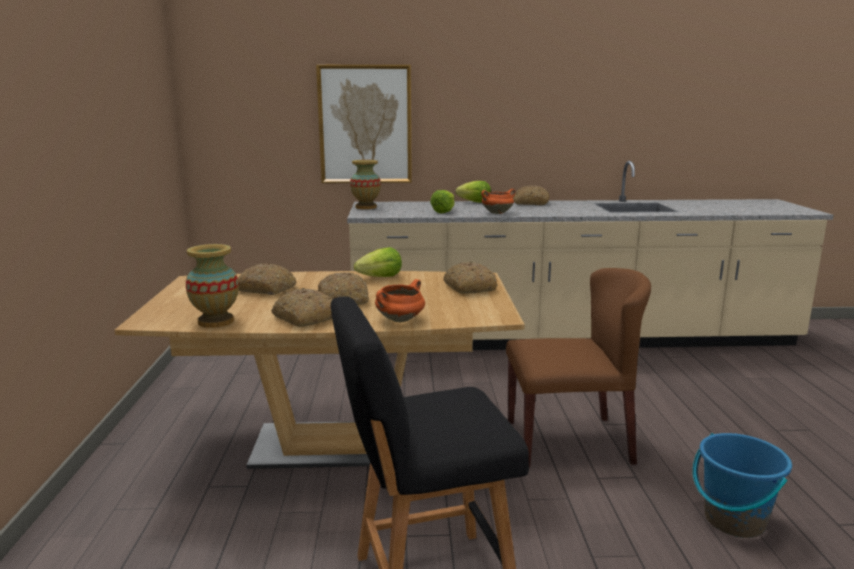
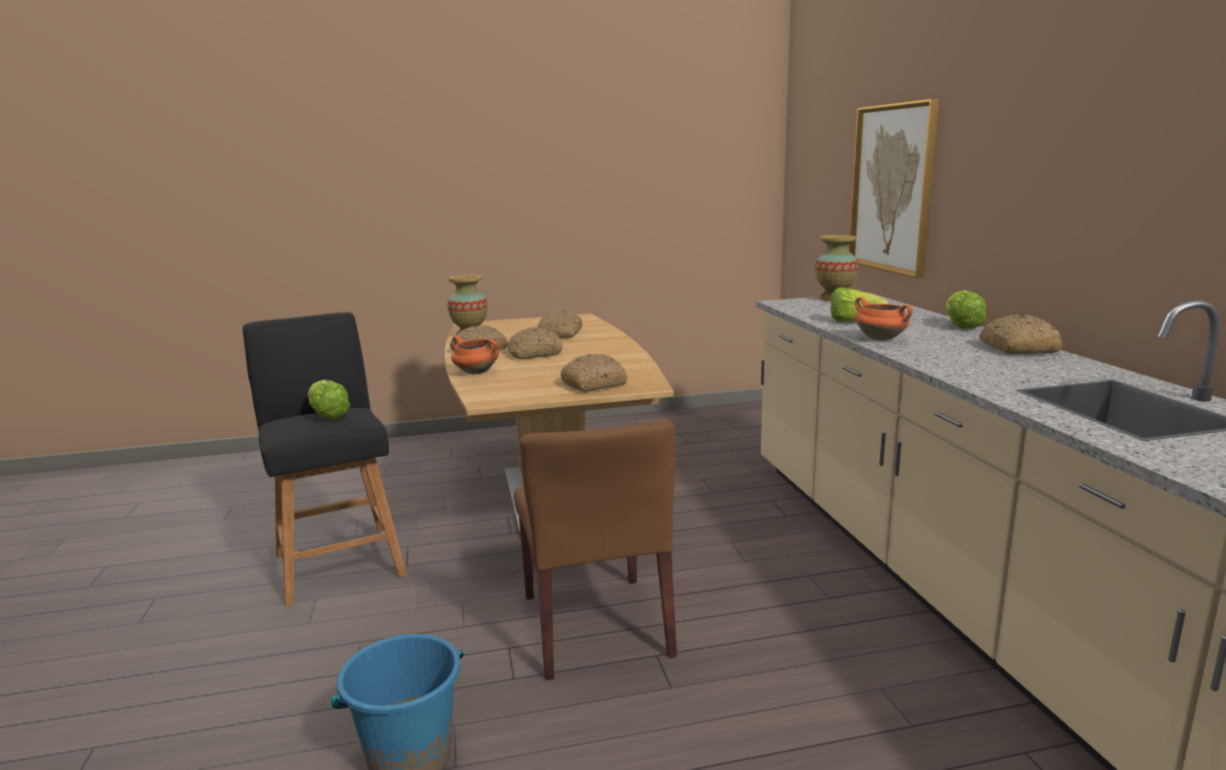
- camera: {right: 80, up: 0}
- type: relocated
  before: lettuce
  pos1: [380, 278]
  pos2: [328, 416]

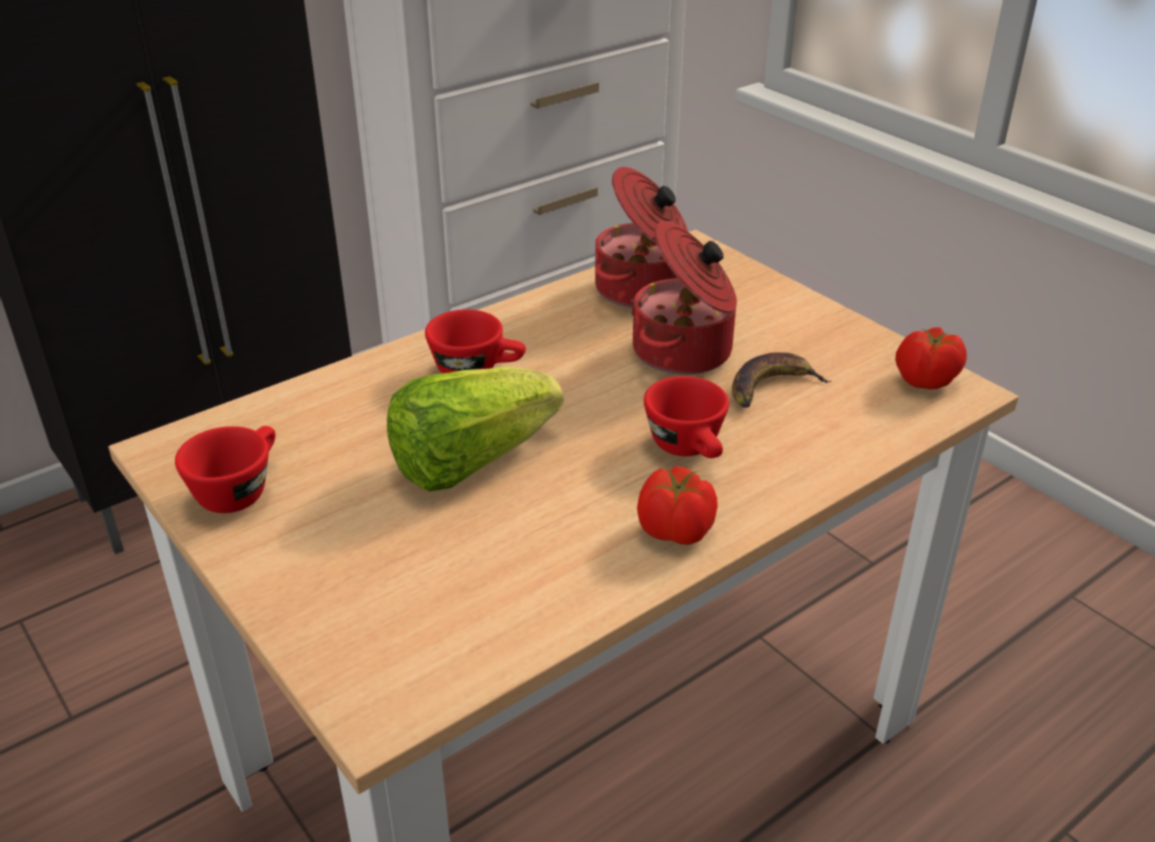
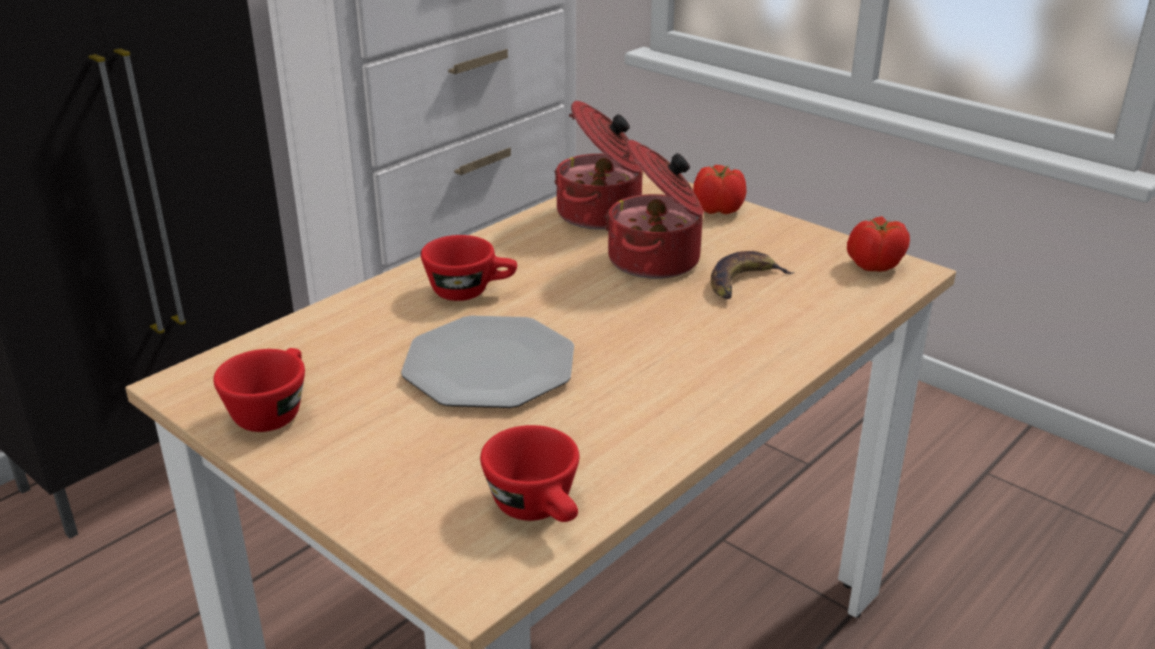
- camera: {right: -10, up: -5}
- type: exchanged
  before: lettuce
  after: plate
  pos1: [470, 461]
  pos2: [489, 366]
- type: relocated
  before: red cup
  pos1: [690, 449]
  pos2: [540, 510]
- type: relocated
  before: tomato
  pos1: [676, 532]
  pos2: [719, 210]

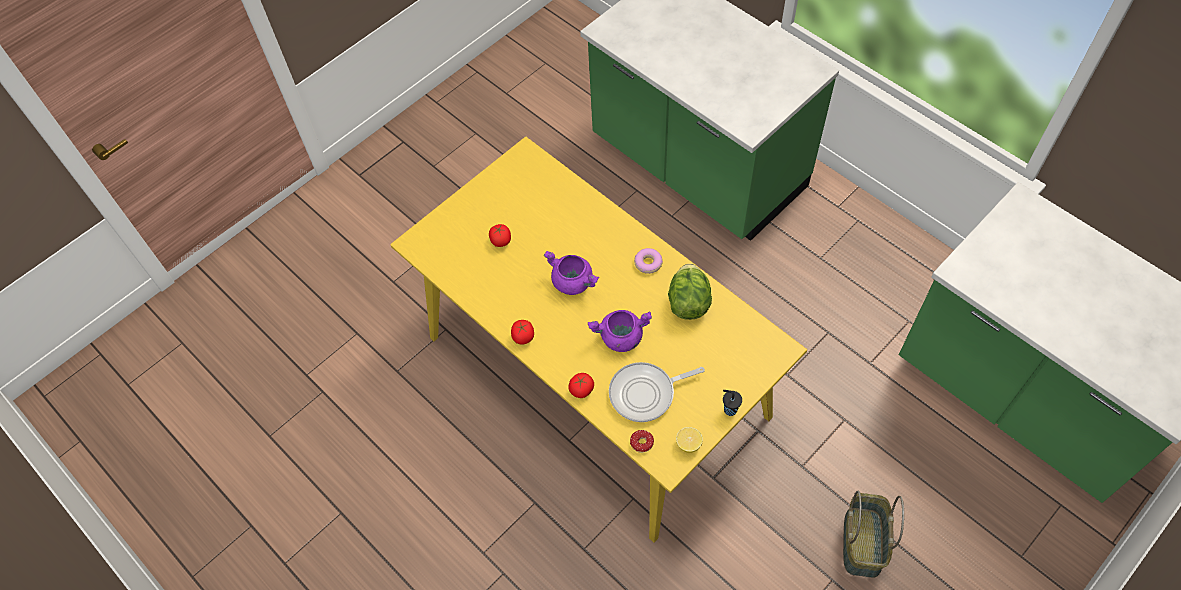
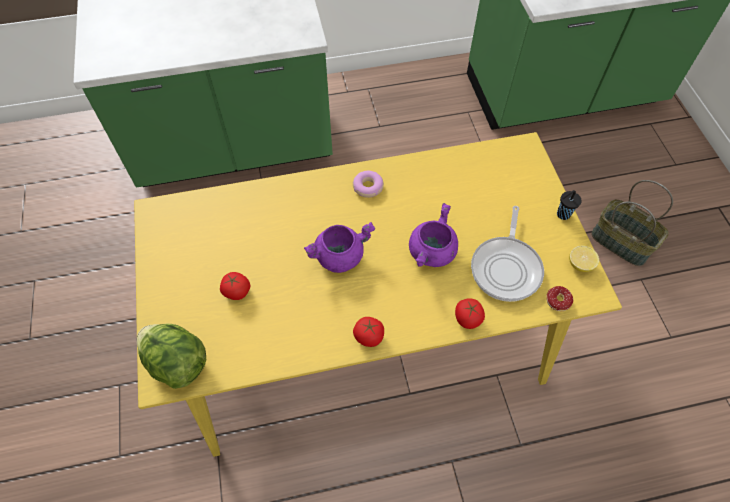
- camera: {right: -60, up: 0}
- type: relocated
  before: lettuce
  pos1: [688, 302]
  pos2: [178, 363]

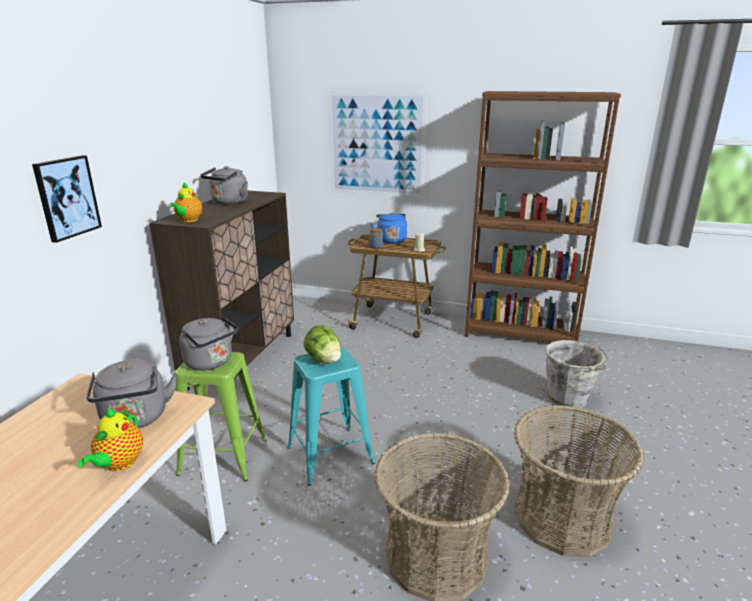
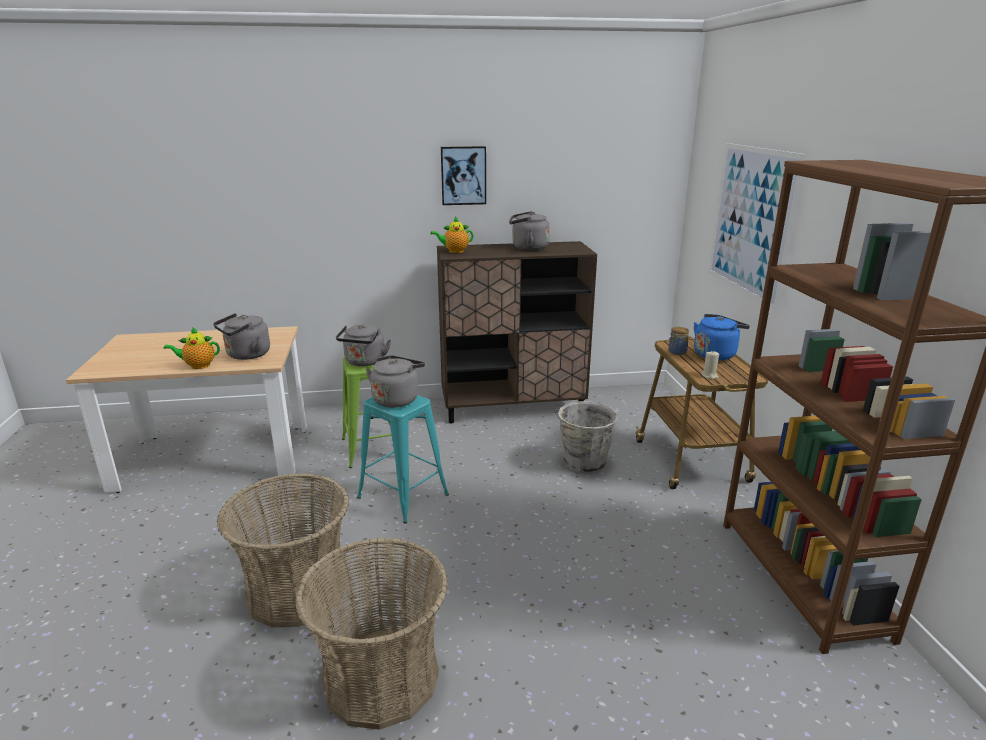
- camera: {right: 65, up: 0}
- type: relocated
  before: picture
  pos1: [67, 197]
  pos2: [463, 175]
- type: exchanged
  before: lettuce
  after: grey kettle
  pos1: [324, 360]
  pos2: [396, 399]
- type: relocated
  before: grey bucket
  pos1: [568, 399]
  pos2: [583, 464]

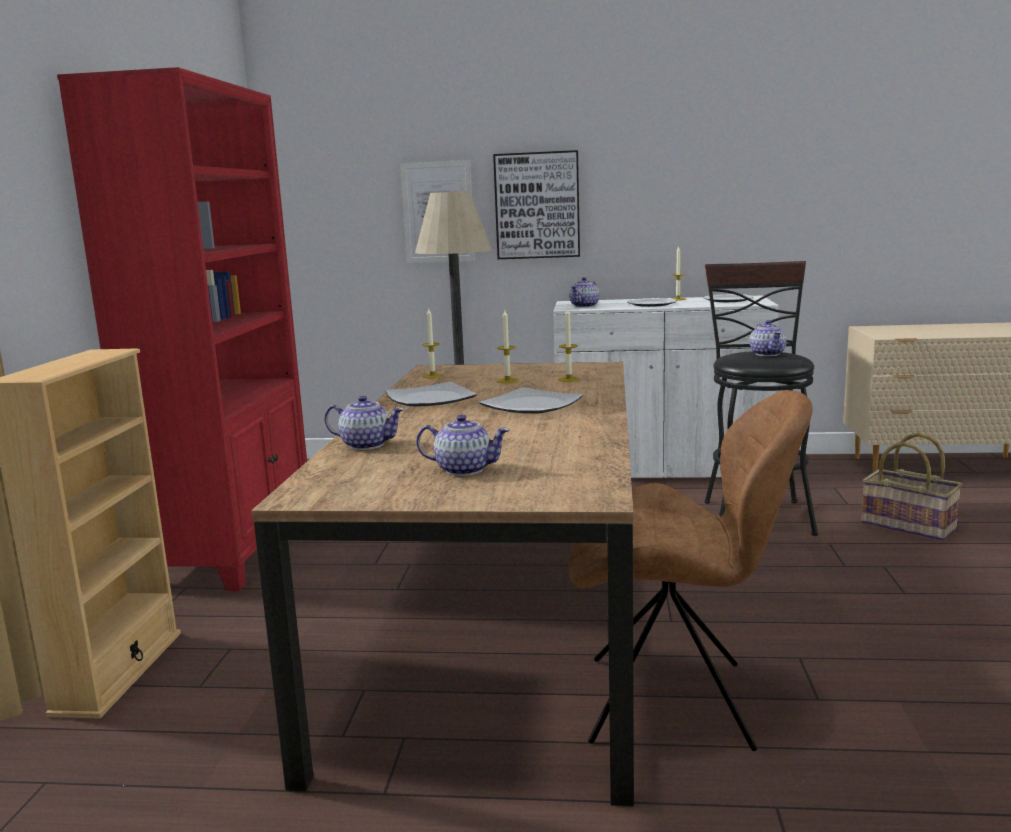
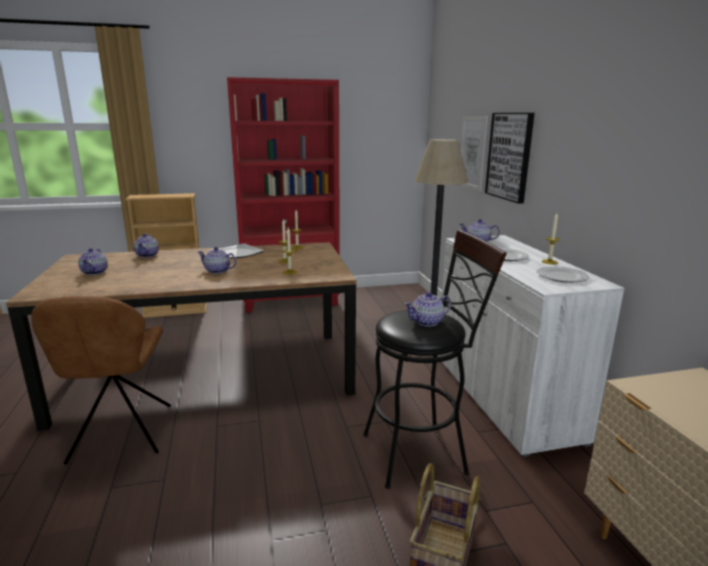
- camera: {right: 70, up: 5}
- type: exchanged
  before: plate
  after: teapot
  pos1: [532, 405]
  pos2: [218, 271]

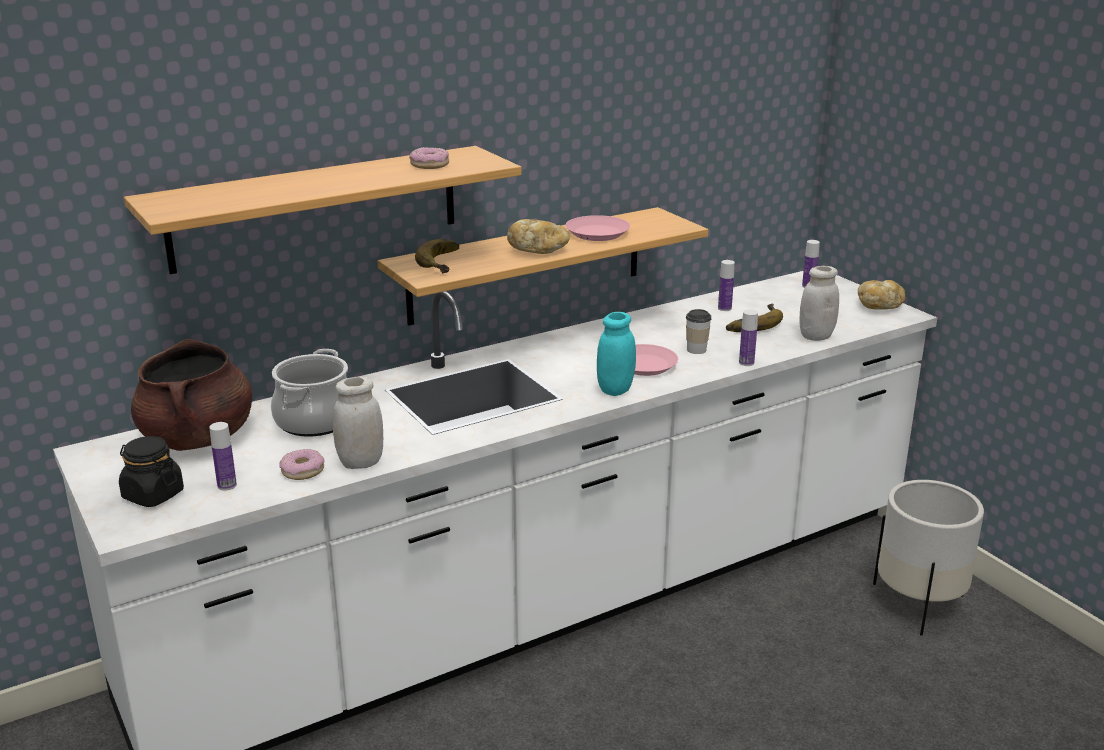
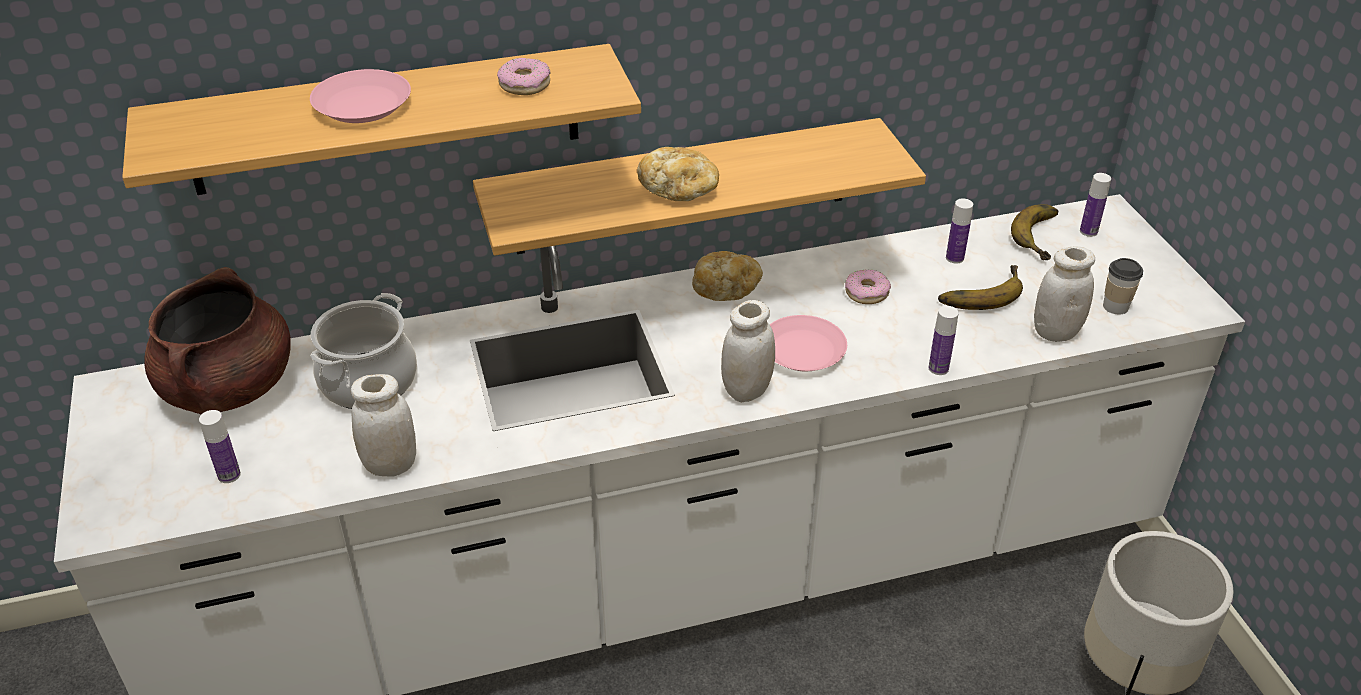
- camera: {right: 15, up: 15}
- type: relocated
  before: pink plate
  pos1: [597, 234]
  pos2: [362, 105]
- type: relocated
  before: banana
  pos1: [447, 262]
  pos2: [1044, 236]
- type: relocated
  before: bread
  pos1: [880, 306]
  pos2: [725, 289]
- type: relocated
  before: cup
  pos1: [696, 350]
  pos2: [1115, 306]
- type: colour
  before: turquoise jar
  after: white jar
  pos1: [615, 390]
  pos2: [747, 390]
- type: missing
  before: black jar
  pos1: [153, 495]
- type: relocated
  before: donut
  pos1: [302, 471]
  pos2: [866, 293]

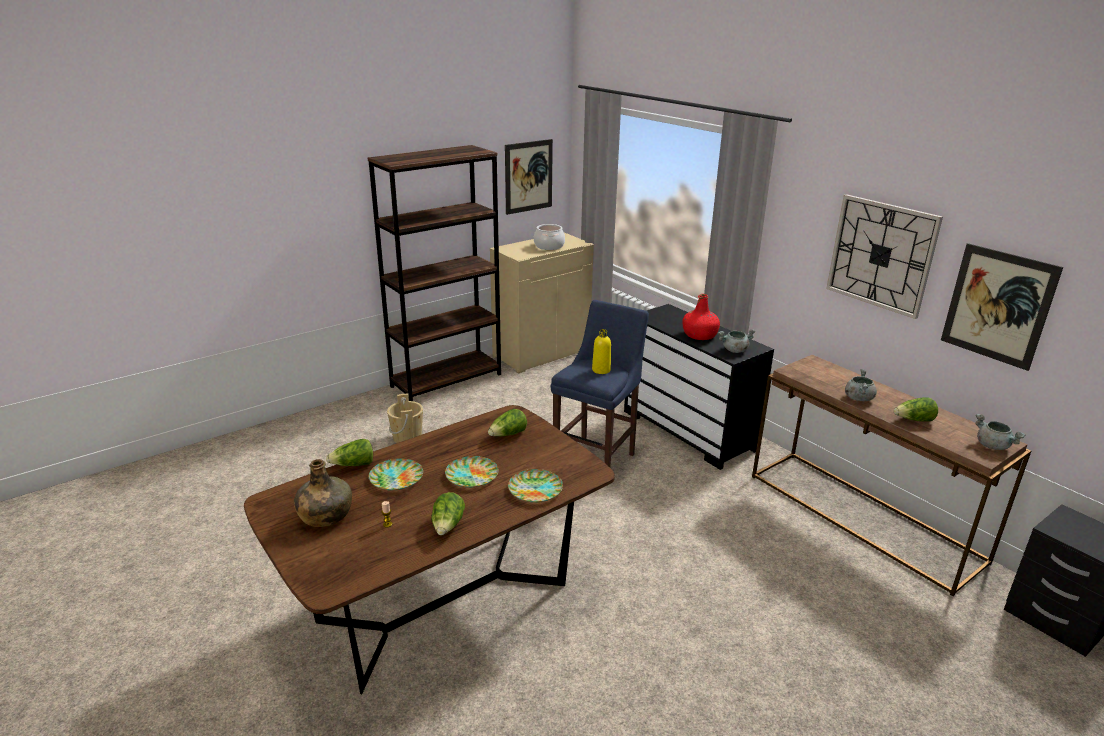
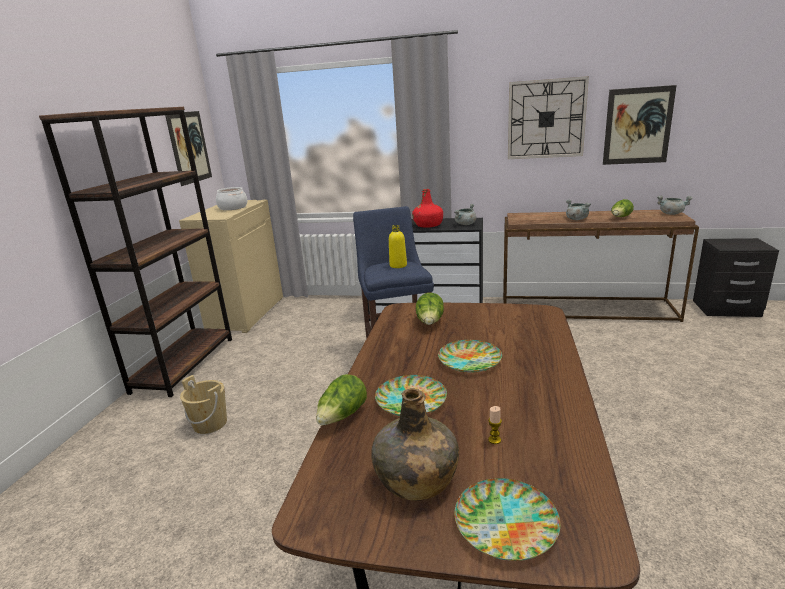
- camera: {right: -40, up: -5}
- type: relocated
  before: plate
  pos1: [535, 489]
  pos2: [505, 523]
- type: missing
  before: lettuce
  pos1: [448, 525]

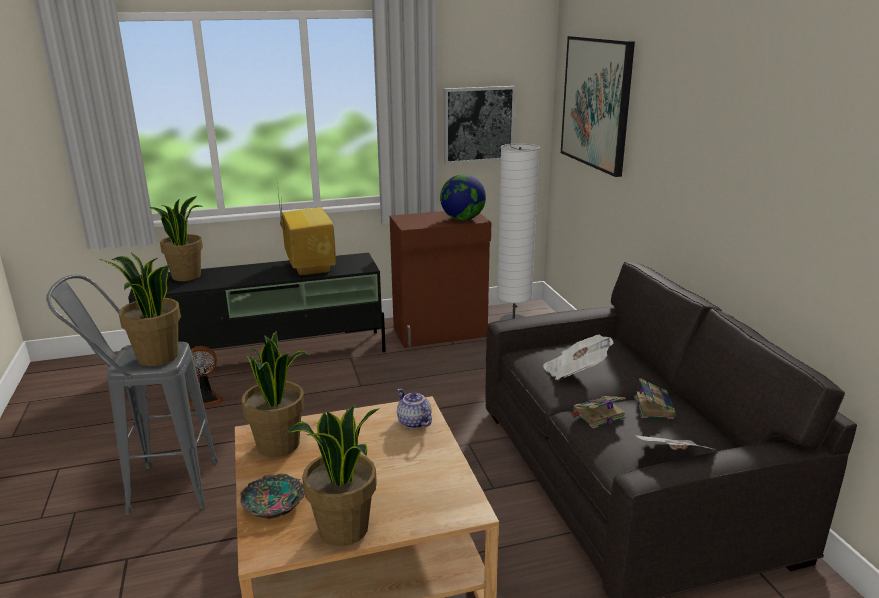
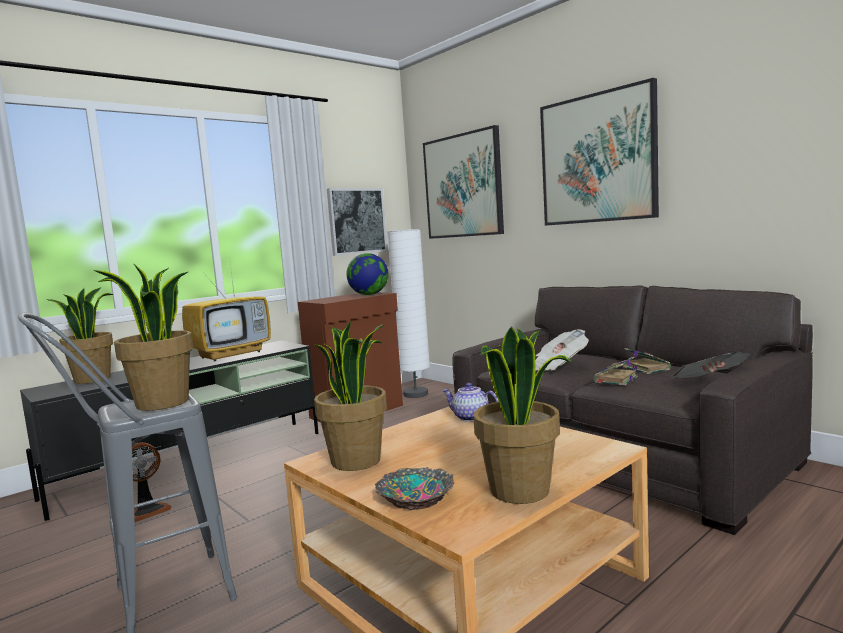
- camera: {right: -25, up: -15}
- type: spun
  before: television
  pos1: [308, 267]
  pos2: [232, 354]
  turn: 90
- type: appeared
  after: picture
  pos2: [597, 159]

